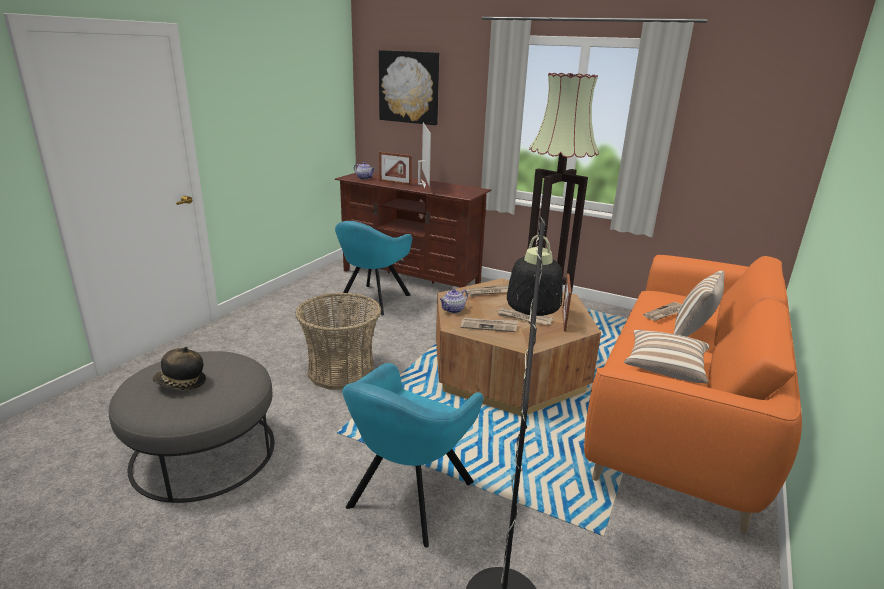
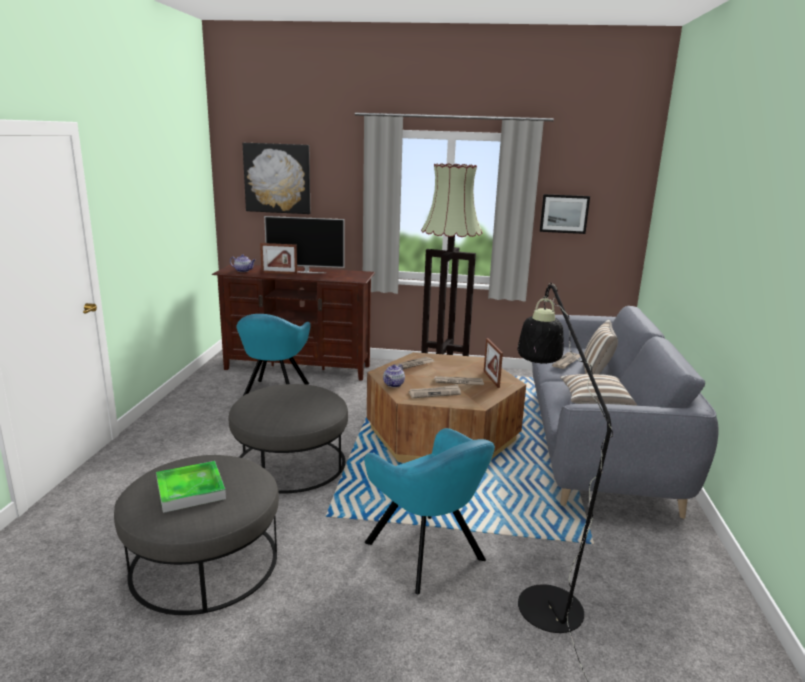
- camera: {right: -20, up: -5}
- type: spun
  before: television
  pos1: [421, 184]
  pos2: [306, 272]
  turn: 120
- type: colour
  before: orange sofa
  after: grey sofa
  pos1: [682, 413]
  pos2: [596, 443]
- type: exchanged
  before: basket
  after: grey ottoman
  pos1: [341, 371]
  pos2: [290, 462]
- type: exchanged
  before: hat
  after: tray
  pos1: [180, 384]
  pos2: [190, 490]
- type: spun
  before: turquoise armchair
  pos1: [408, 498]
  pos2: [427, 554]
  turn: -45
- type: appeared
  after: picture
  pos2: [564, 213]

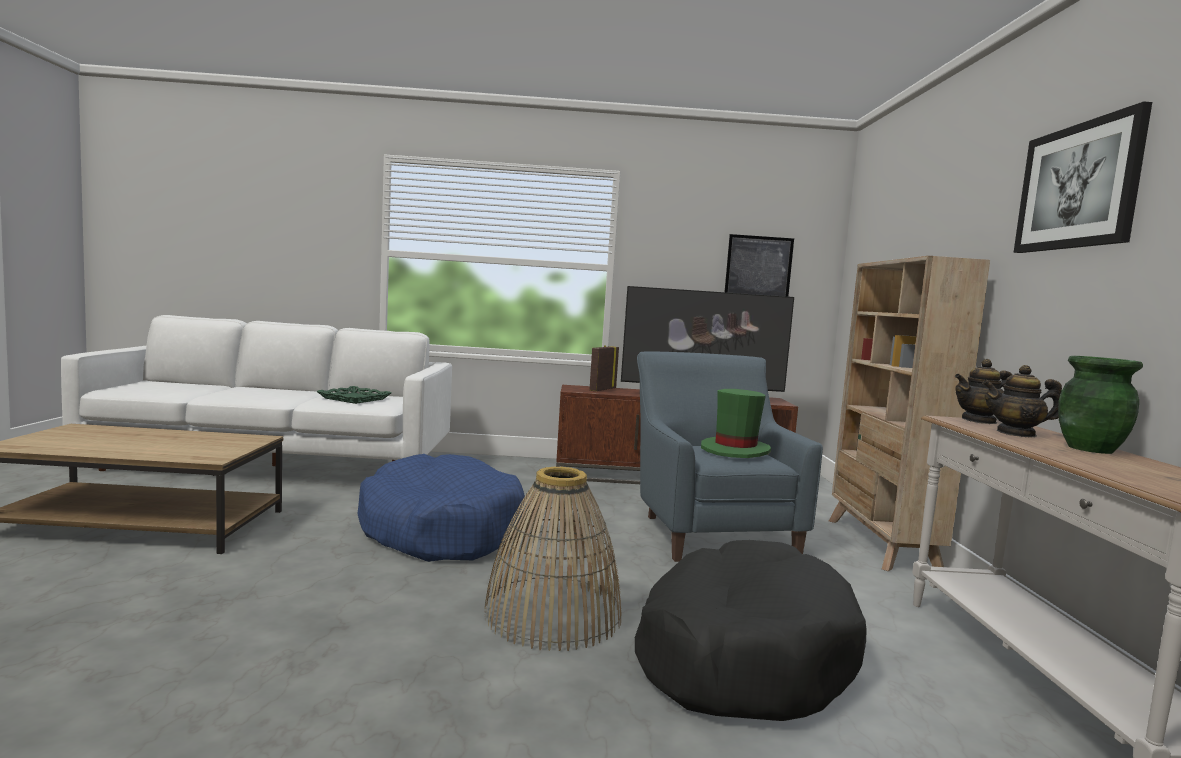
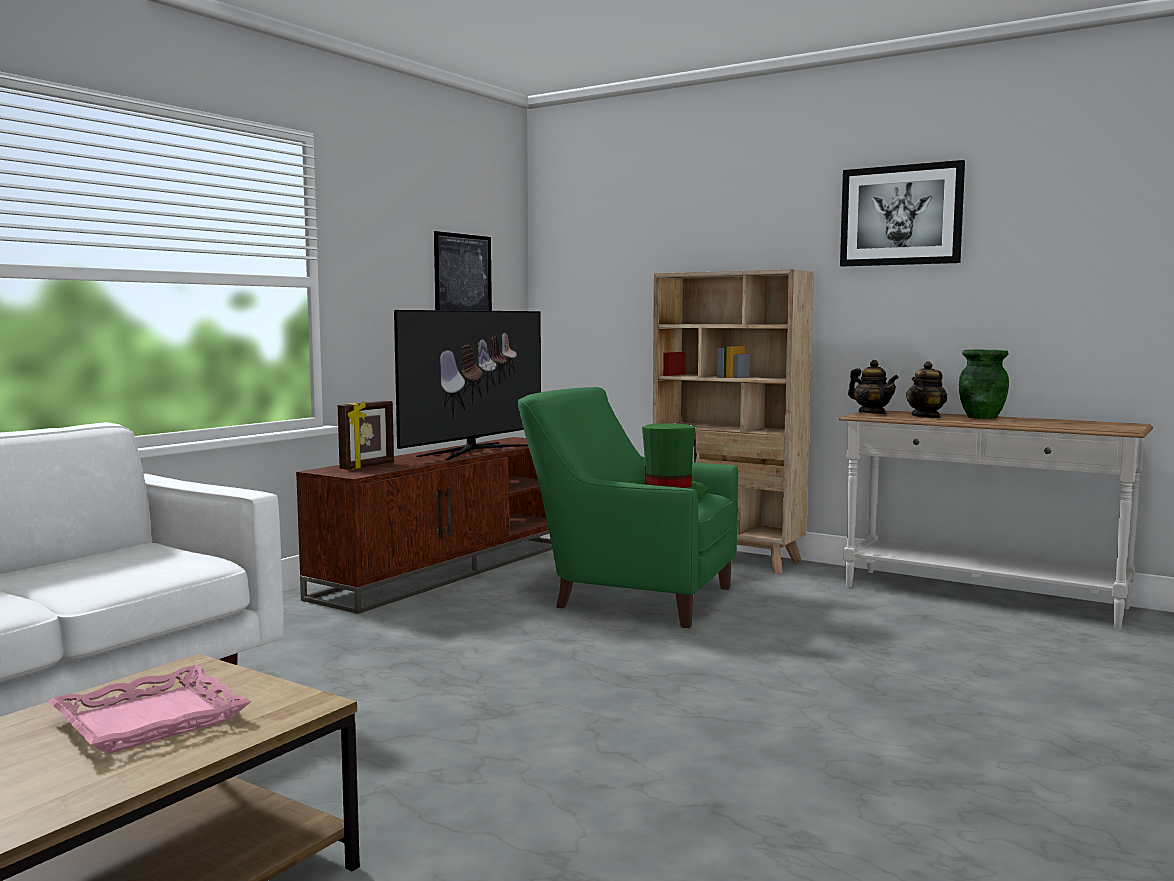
- camera: {right: -55, up: 0}
- type: spun
  before: picture frame
  pos1: [602, 389]
  pos2: [368, 466]
  turn: -120
- type: colour
  before: blue armchair
  after: green armchair
  pos1: [708, 530]
  pos2: [626, 597]
- type: spun
  before: teapot
  pos1: [979, 421]
  pos2: [872, 413]
  turn: -60
- type: missing
  before: green tray
  pos1: [355, 399]
- type: missing
  before: blue dog bed
  pos1: [440, 529]
- type: missing
  before: basket
  pos1: [553, 614]
- type: missing
  before: black dog bed
  pos1: [742, 653]
- type: appeared
  after: pink tray
  pos2: [151, 721]

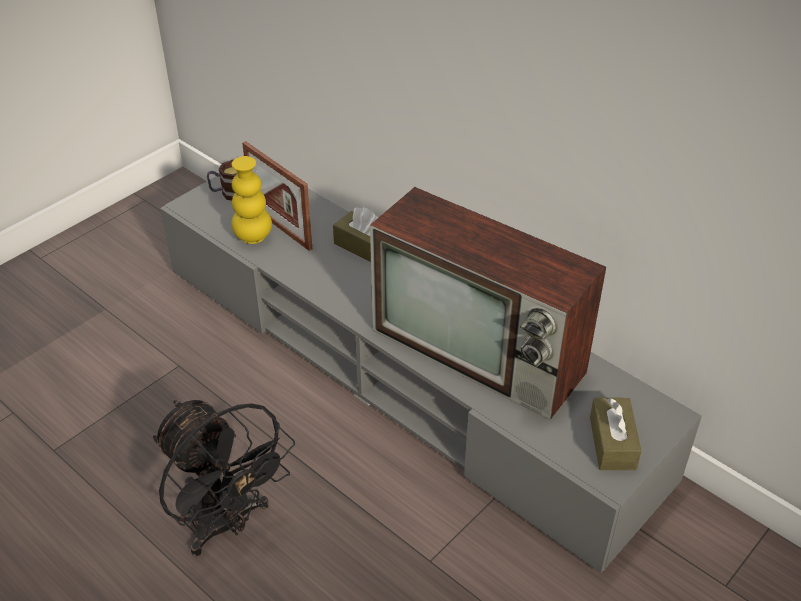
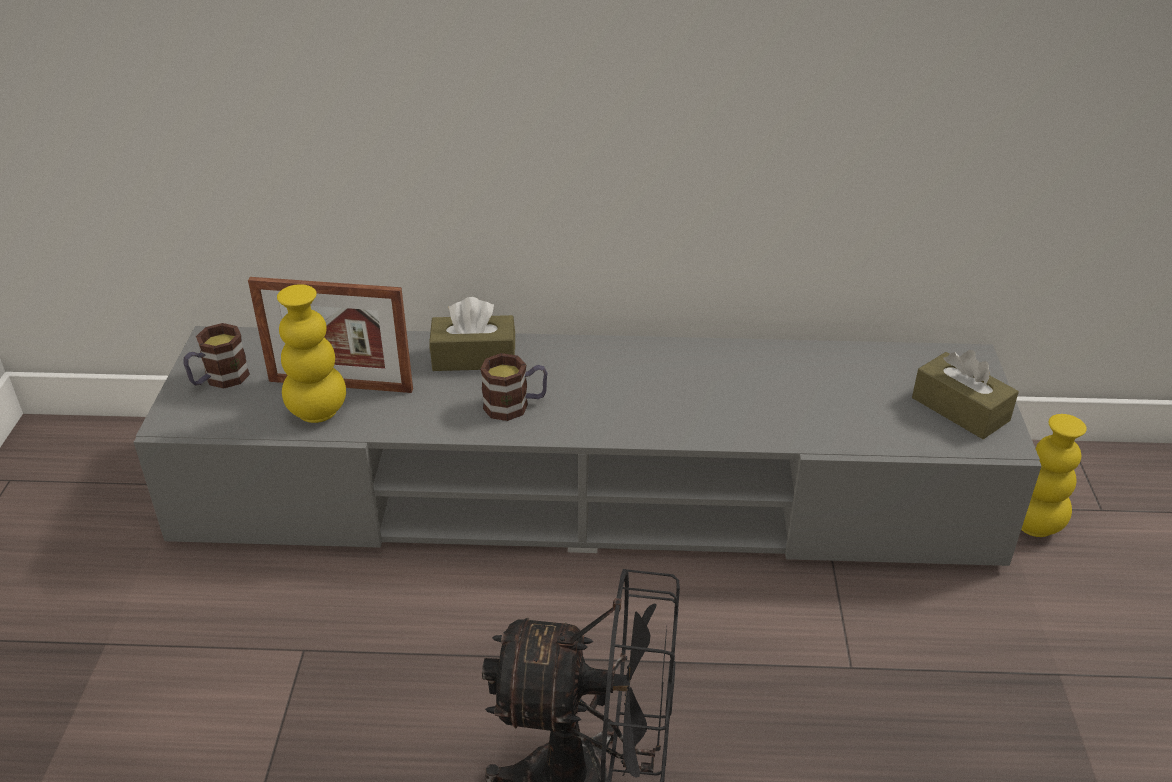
- camera: {right: -40, up: -5}
- type: missing
  before: television
  pos1: [481, 352]
- type: appeared
  after: mug
  pos2: [515, 405]
- type: appeared
  after: yellow vase
  pos2: [1034, 525]

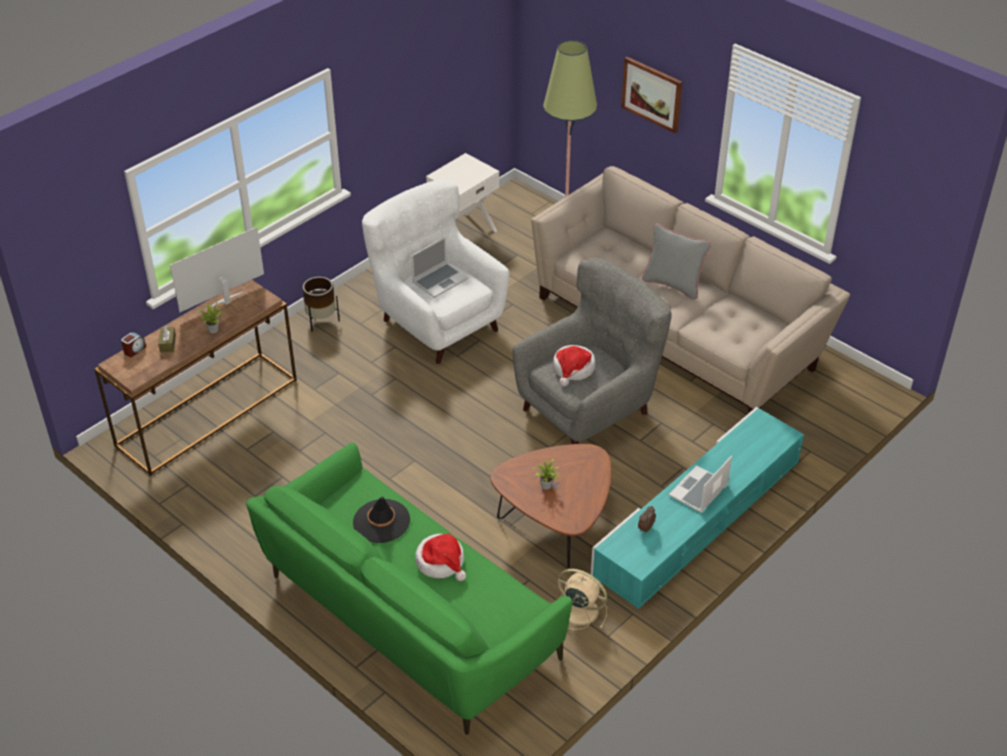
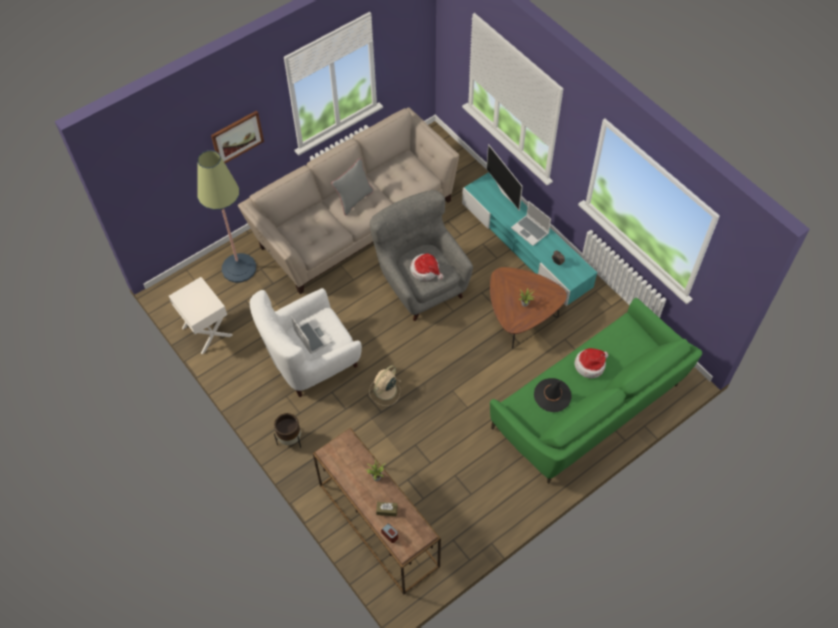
- camera: {right: -80, up: 15}
- type: relocated
  before: television
  pos1: [225, 301]
  pos2: [504, 192]
- type: relocated
  before: beige fan
  pos1: [579, 610]
  pos2: [385, 391]

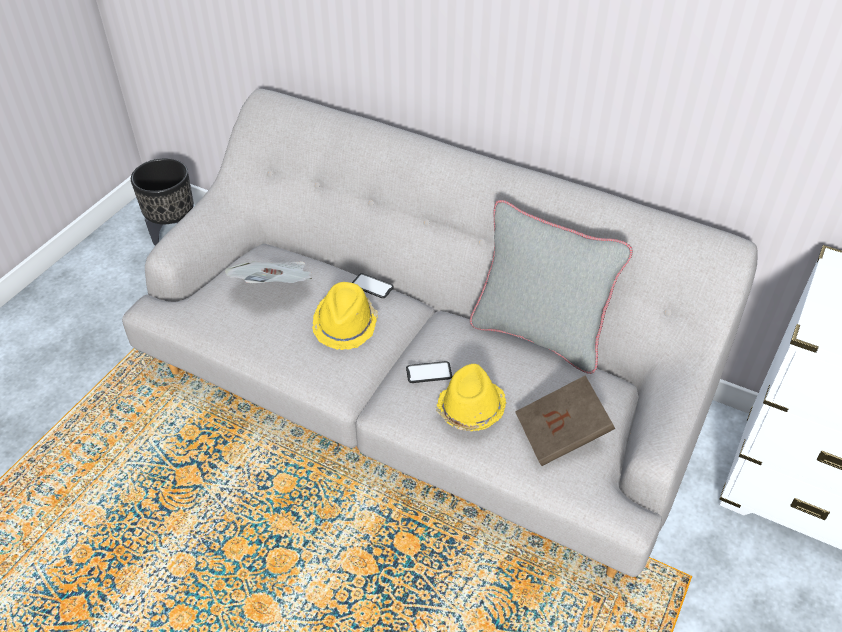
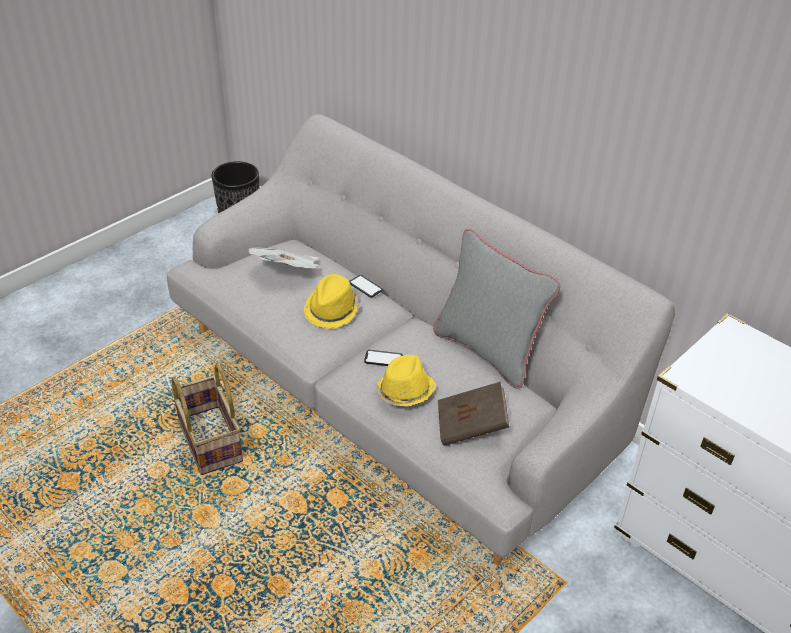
- camera: {right: 15, up: -5}
- type: appeared
  after: basket
  pos2: [208, 441]

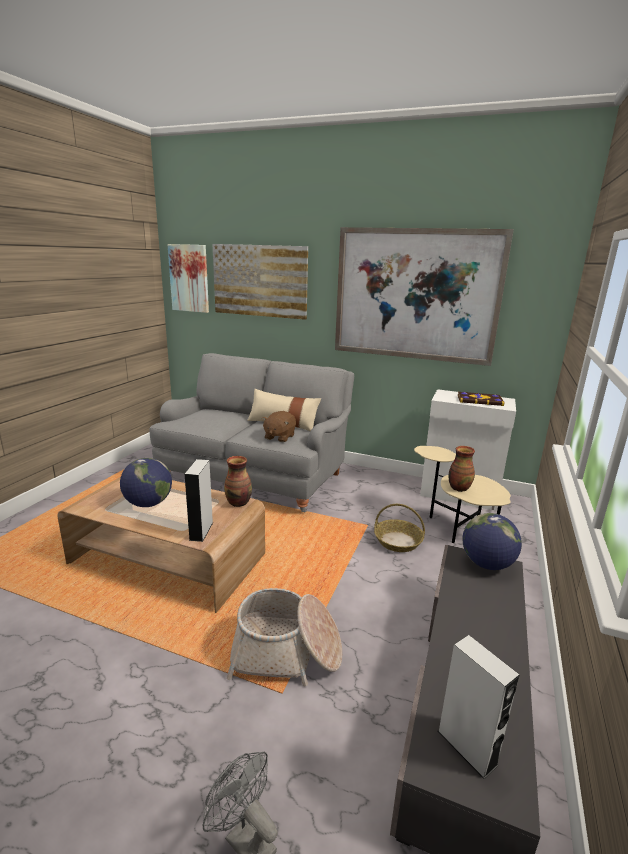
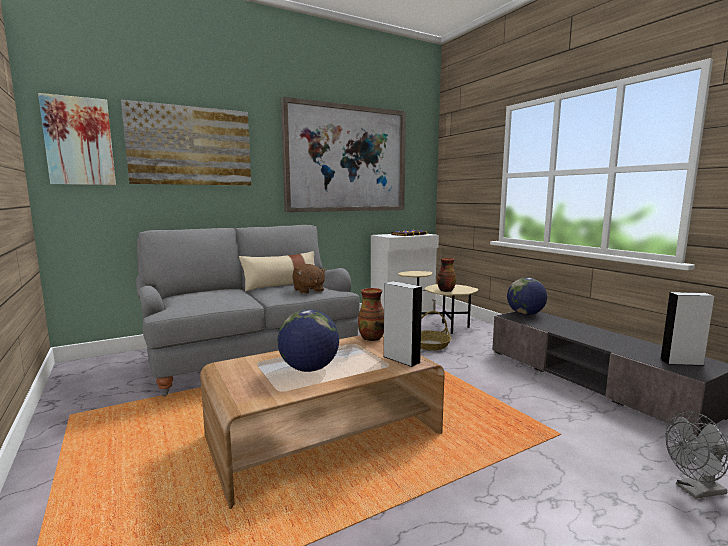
- camera: {right: -50, up: -10}
- type: missing
  before: basket
  pos1: [286, 652]

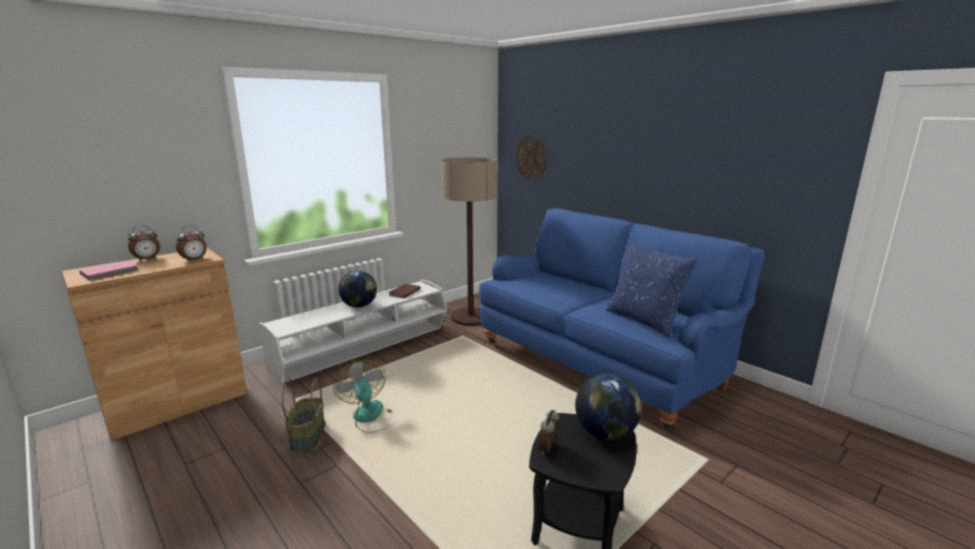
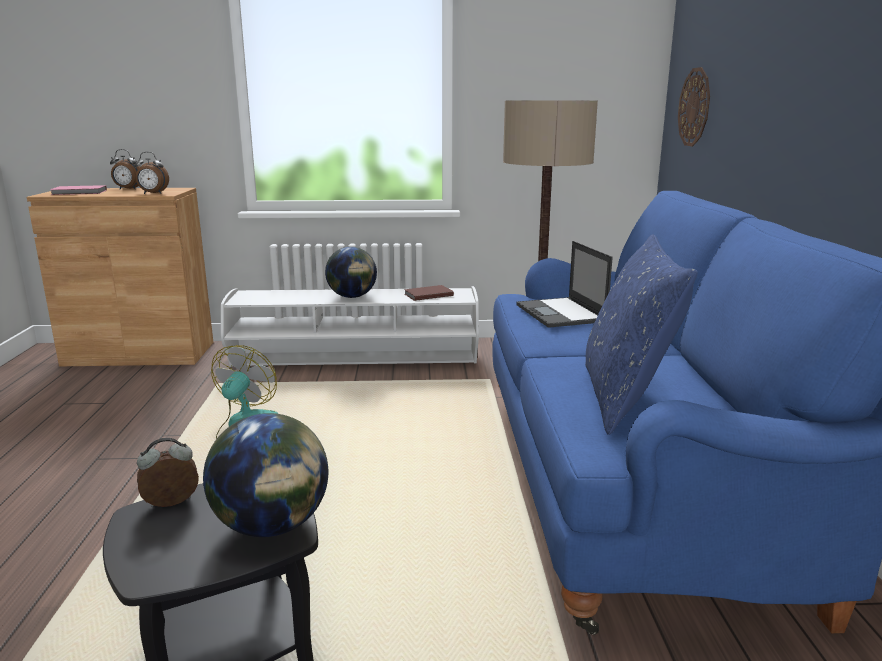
- camera: {right: 40, up: 0}
- type: missing
  before: basket
  pos1: [307, 436]
- type: appeared
  after: laptop
  pos2: [561, 313]

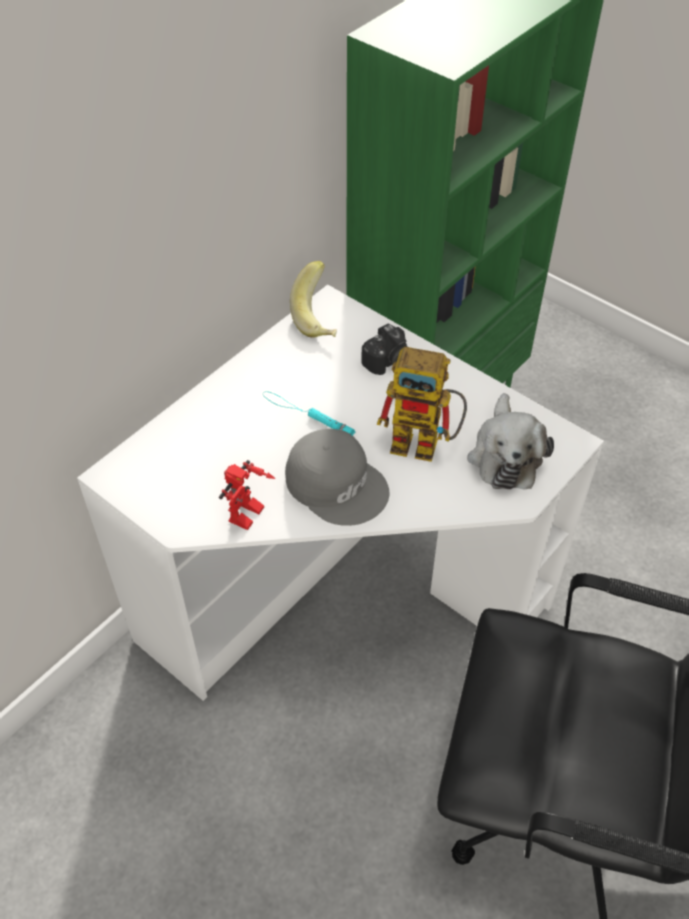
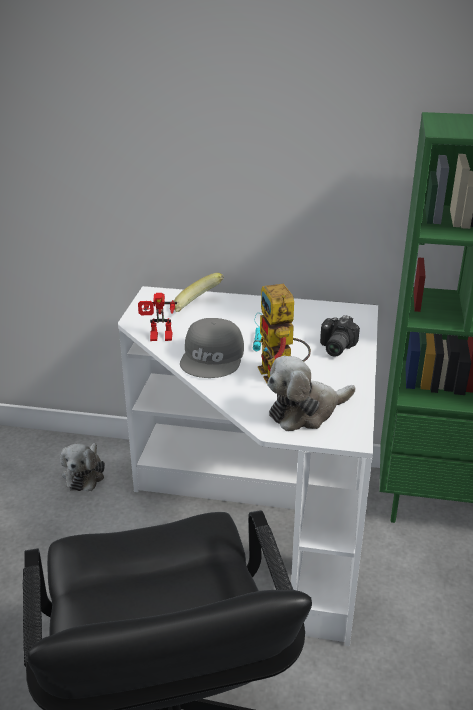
- camera: {right: 60, up: -20}
- type: relocated
  before: banana
  pos1: [320, 318]
  pos2: [197, 308]
- type: appeared
  after: plush toy
  pos2: [85, 474]

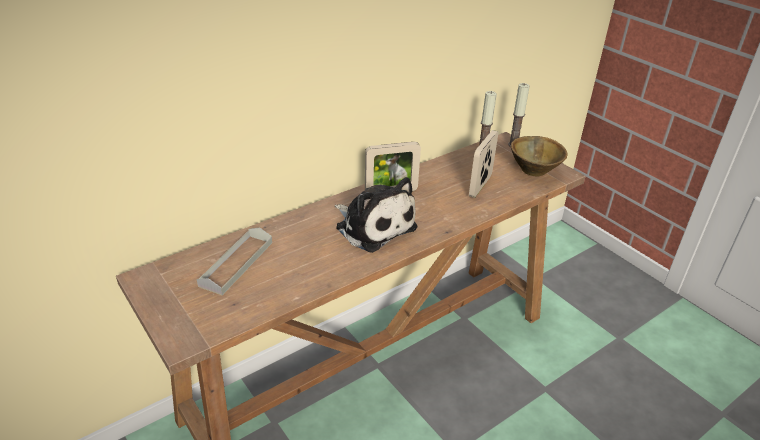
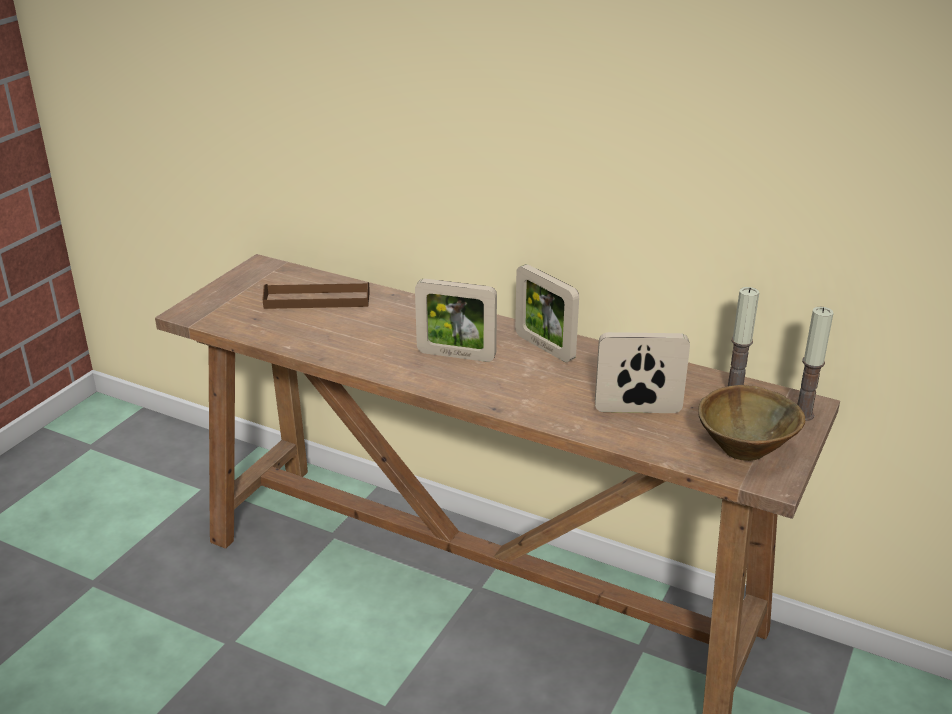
- camera: {right: 65, up: -5}
- type: exchanged
  before: plush toy
  after: picture frame
  pos1: [373, 226]
  pos2: [456, 355]
- type: colour
  before: grey tray
  after: brown tray
  pos1: [236, 263]
  pos2: [317, 300]

